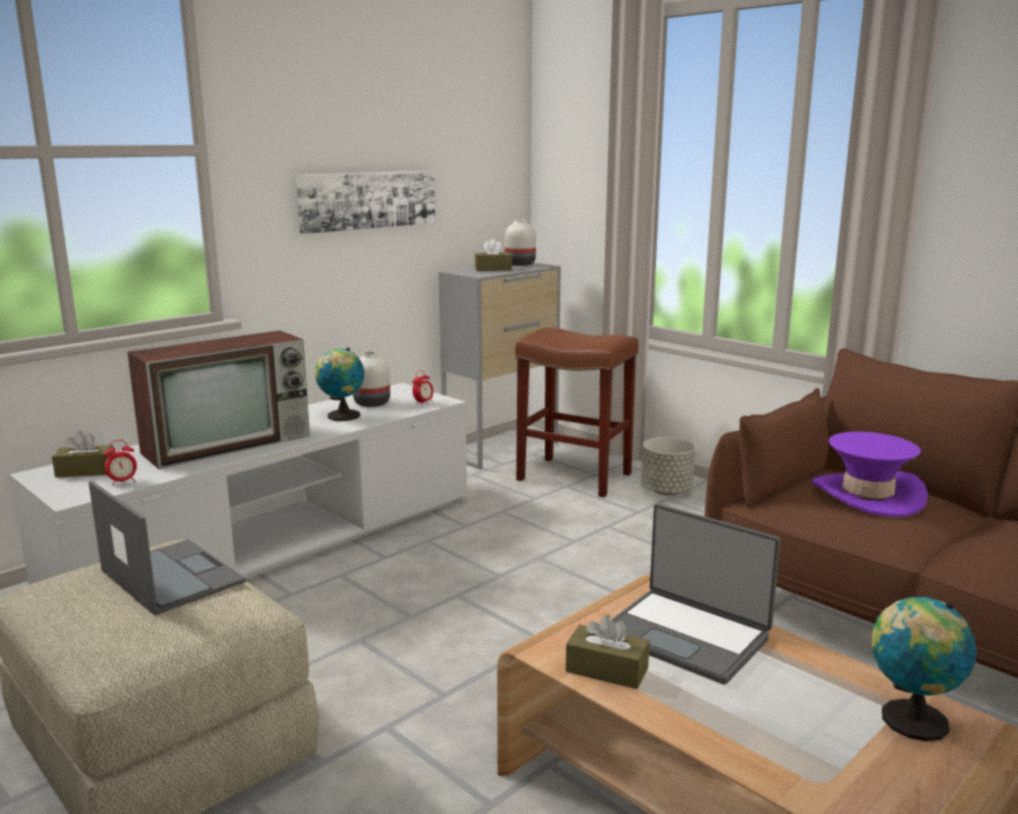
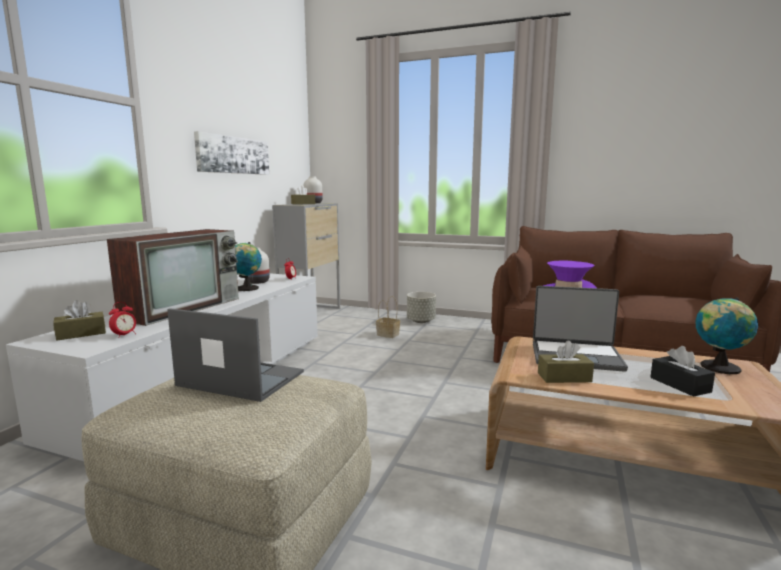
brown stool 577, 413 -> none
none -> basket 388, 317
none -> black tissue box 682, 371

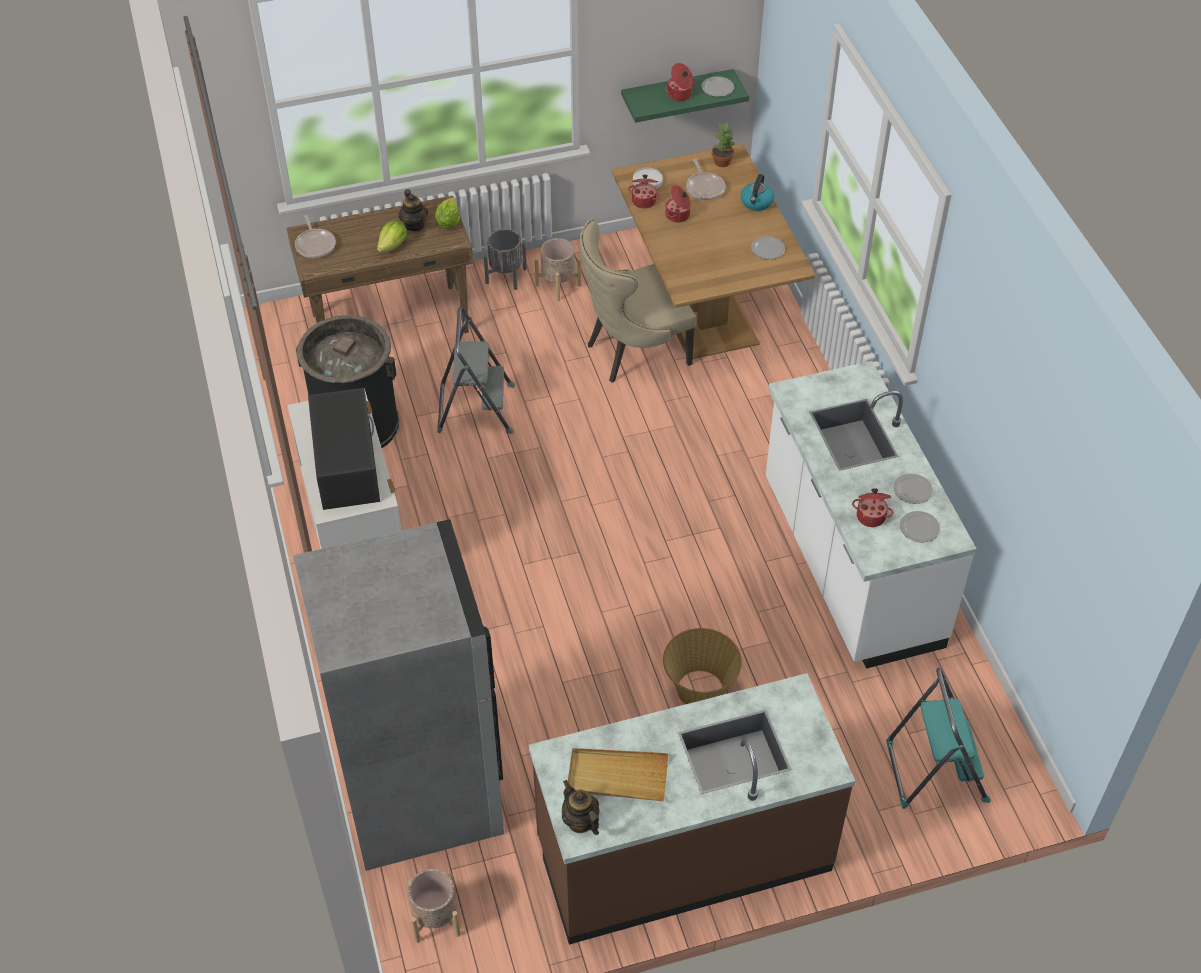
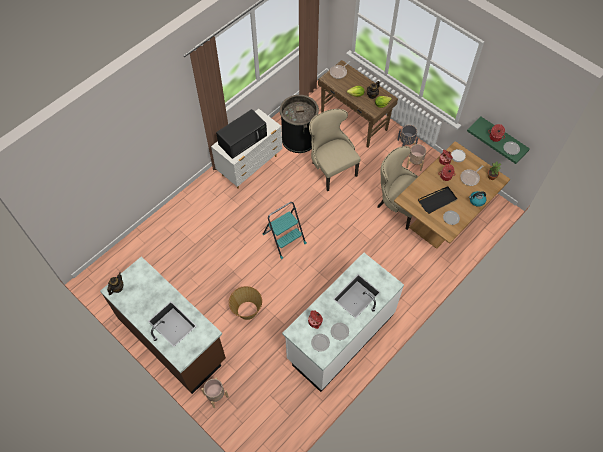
grey fridge 398, 695 -> none
beige planter 433, 906 -> beige planter 215, 392, relocated
grey step ladder 476, 370 -> beige chair 335, 150
beige tray 618, 775 -> none
turquoise step ladder 938, 738 -> turquoise step ladder 284, 230, relocated
none -> black tray 438, 200

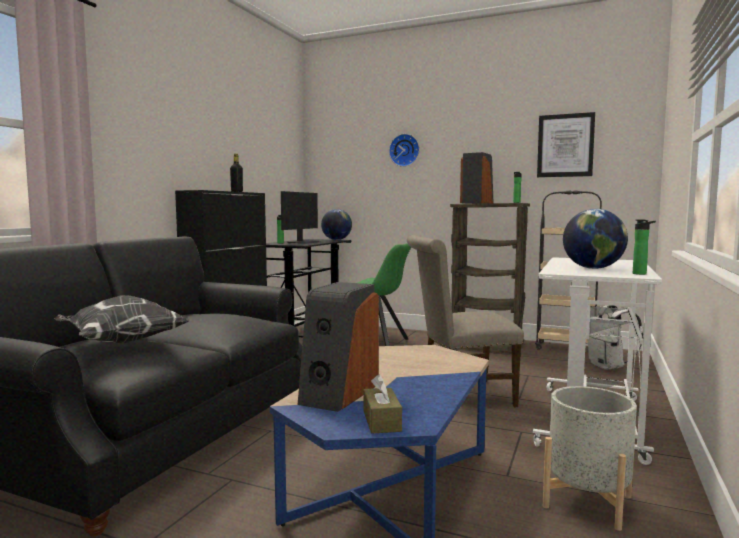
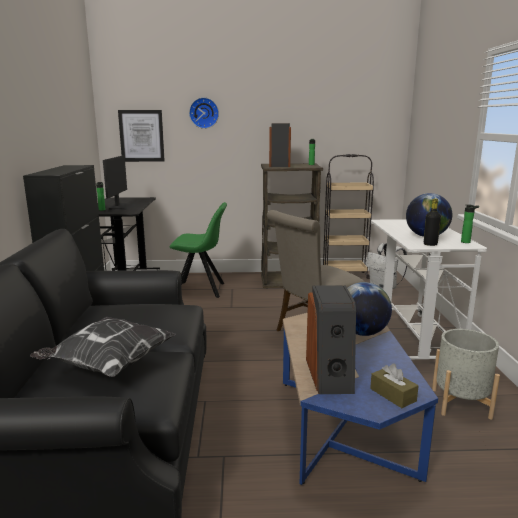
black bottle 236, 173 -> black bottle 432, 222, relocated
globe 336, 224 -> globe 369, 309, relocated
picture 566, 144 -> picture 141, 136, relocated

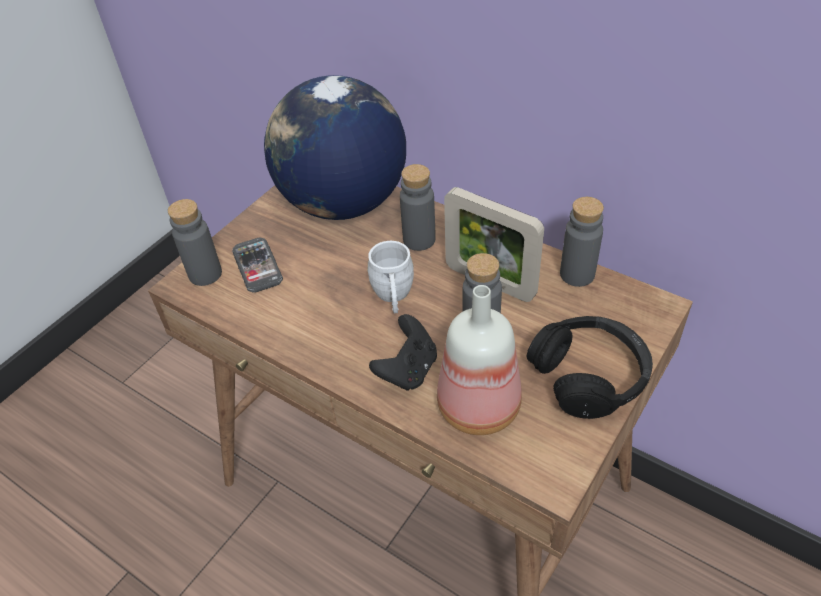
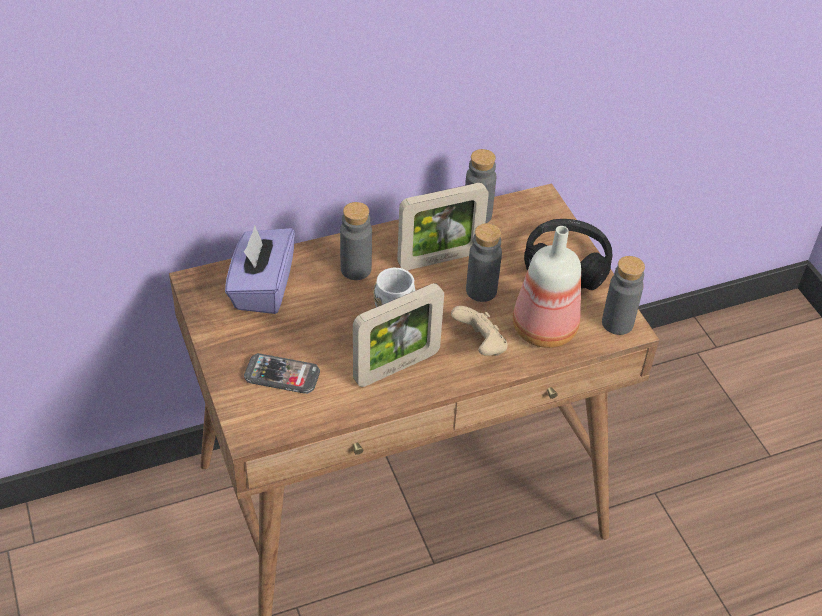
grey bottle 195, 242 -> grey bottle 623, 295, relocated
globe 335, 147 -> purple tissue box 260, 270
black game controller 403, 352 -> beige game controller 479, 331
none -> picture frame 398, 335

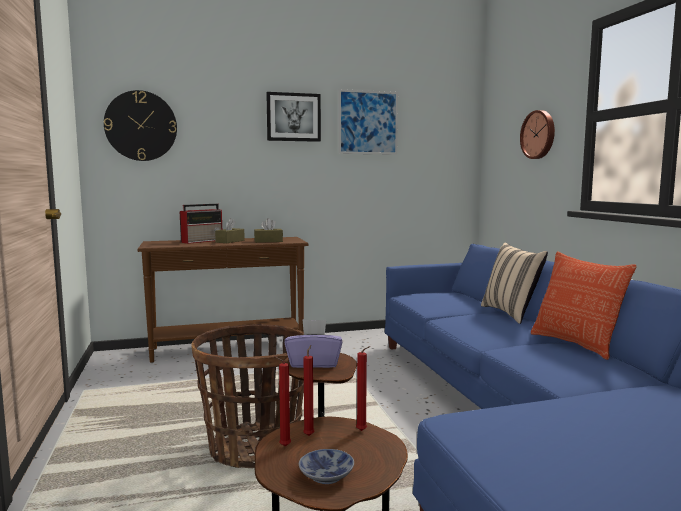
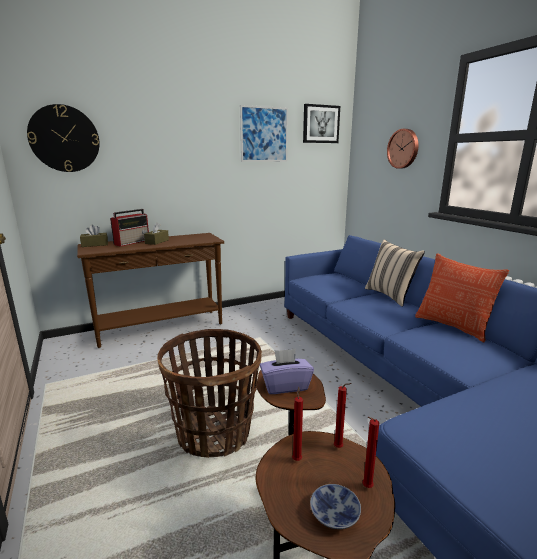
brown tissue box 268, 230 -> brown tissue box 94, 236, relocated
picture 293, 117 -> picture 321, 123, relocated
red candle 282, 401 -> red candle 370, 452, relocated

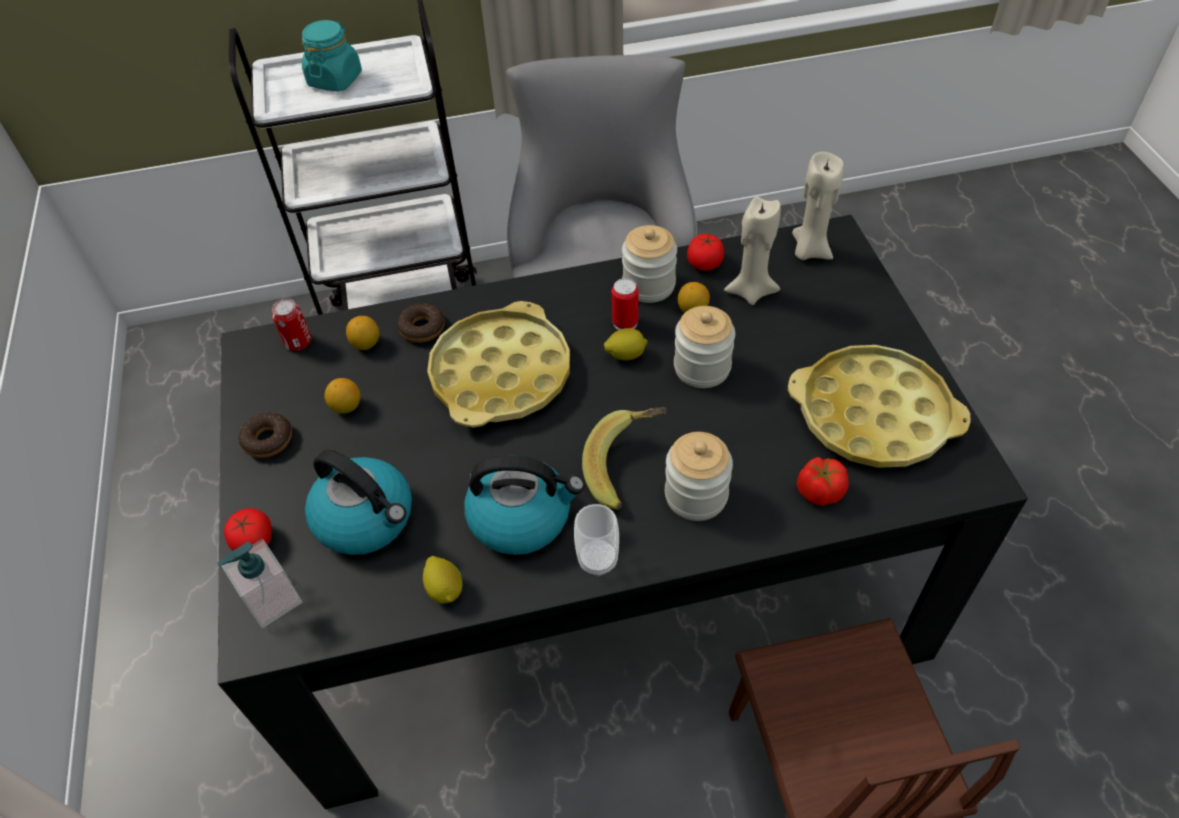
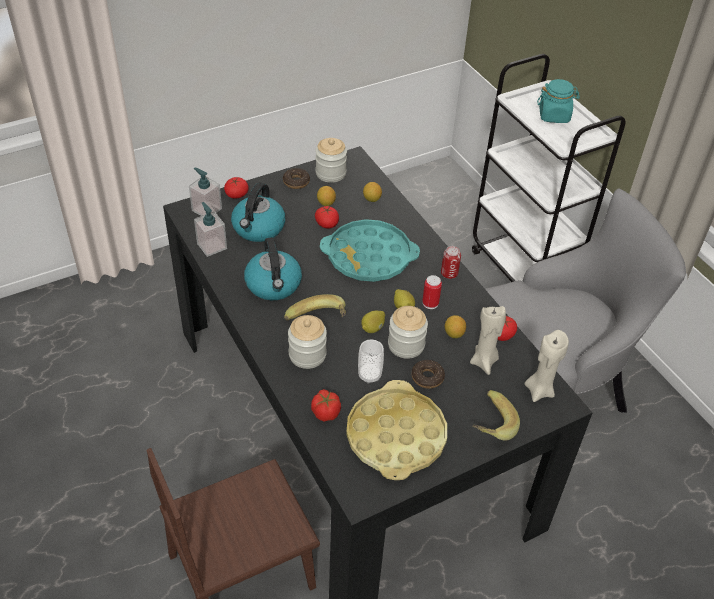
can 291, 325 -> can 451, 262, relocated
donut 421, 323 -> donut 428, 374, relocated
lemon 442, 579 -> lemon 373, 322, relocated
yellow tray 498, 364 -> turquoise tray 370, 250
cup 596, 540 -> cup 371, 362, relocated
jar 649, 264 -> jar 331, 160, relocated
none -> soap dispenser 210, 229
none -> tomato 327, 217
none -> banana 496, 415

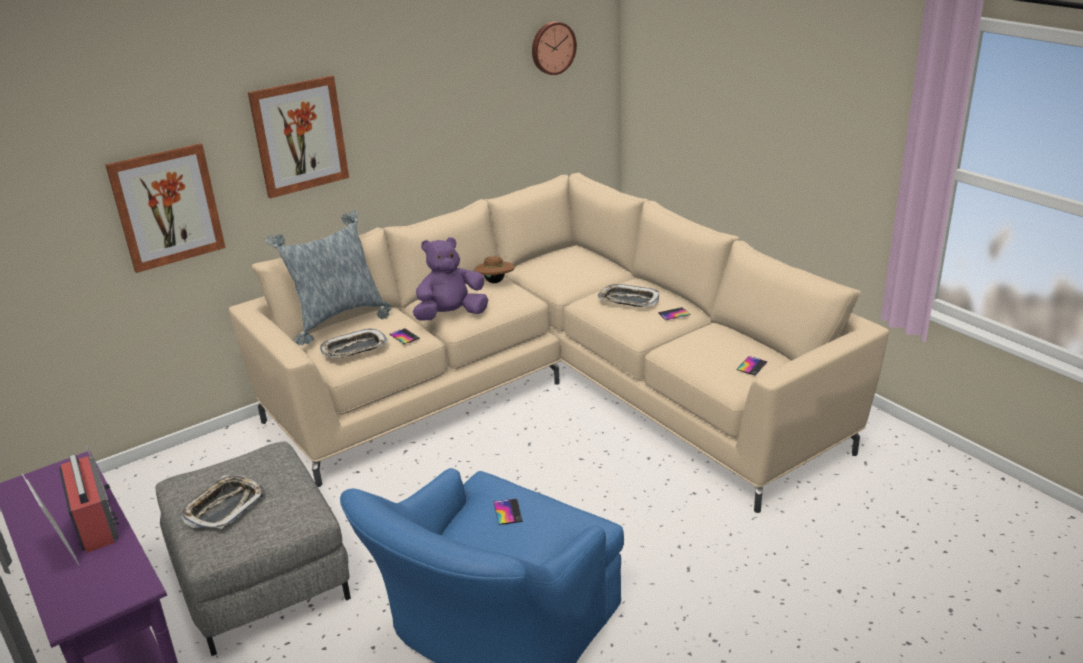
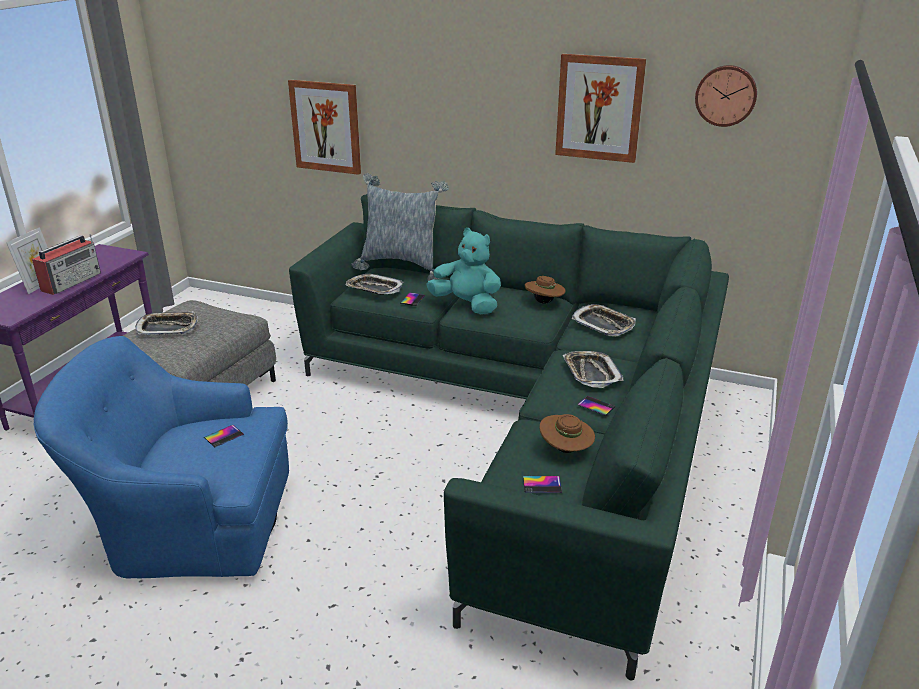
beige sofa 559, 343 -> green sofa 509, 437
picture 298, 136 -> picture 600, 108, relocated
purple plush toy 450, 279 -> turquoise plush toy 464, 271
none -> brown hat 567, 433
none -> tray 604, 320

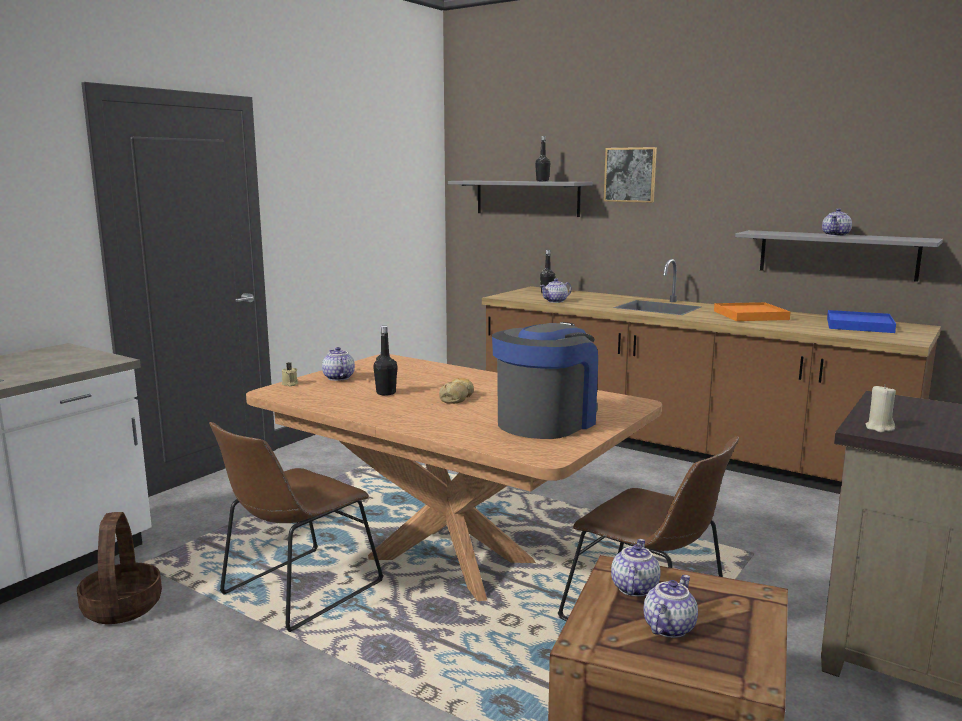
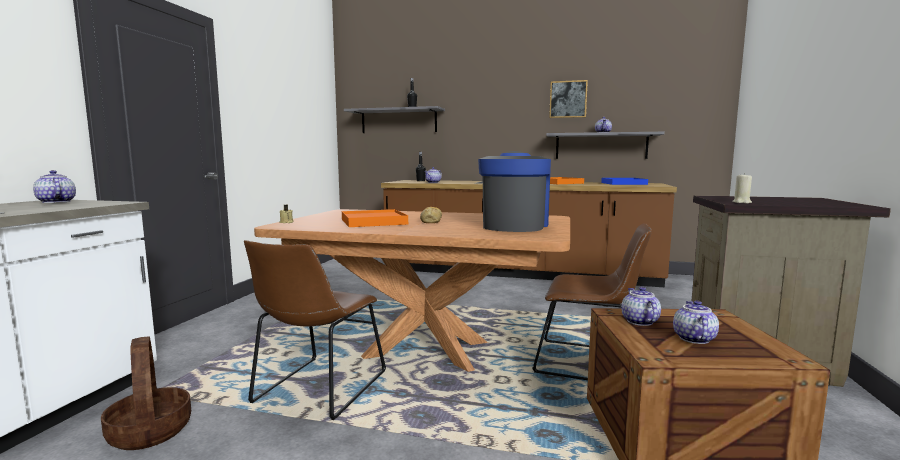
teapot 338, 364 -> teapot 54, 186, relocated
black bottle 385, 361 -> orange tray 375, 218
picture 630, 175 -> picture 568, 99, relocated

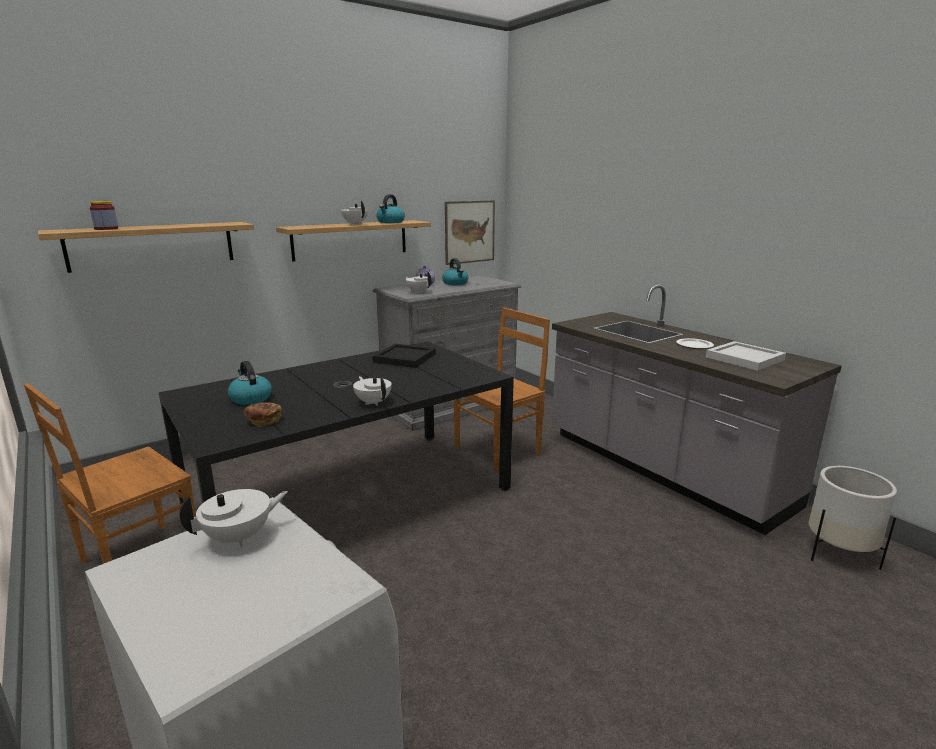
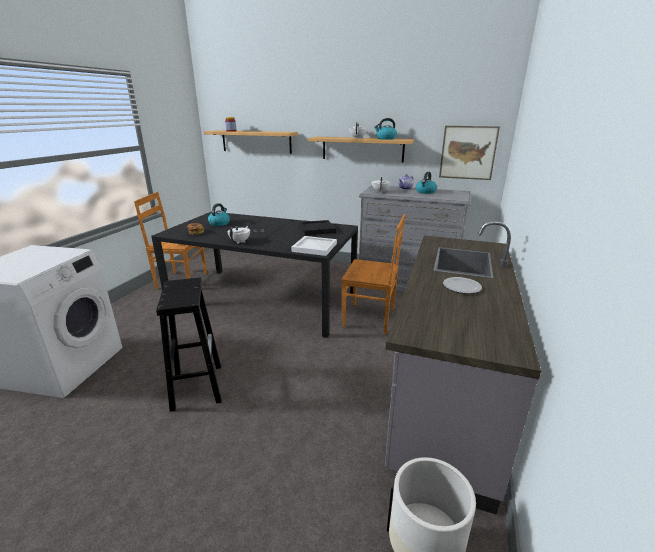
white teapot 233, 518 -> none
white tray 746, 356 -> white tray 314, 246, relocated
none -> black stool 188, 345

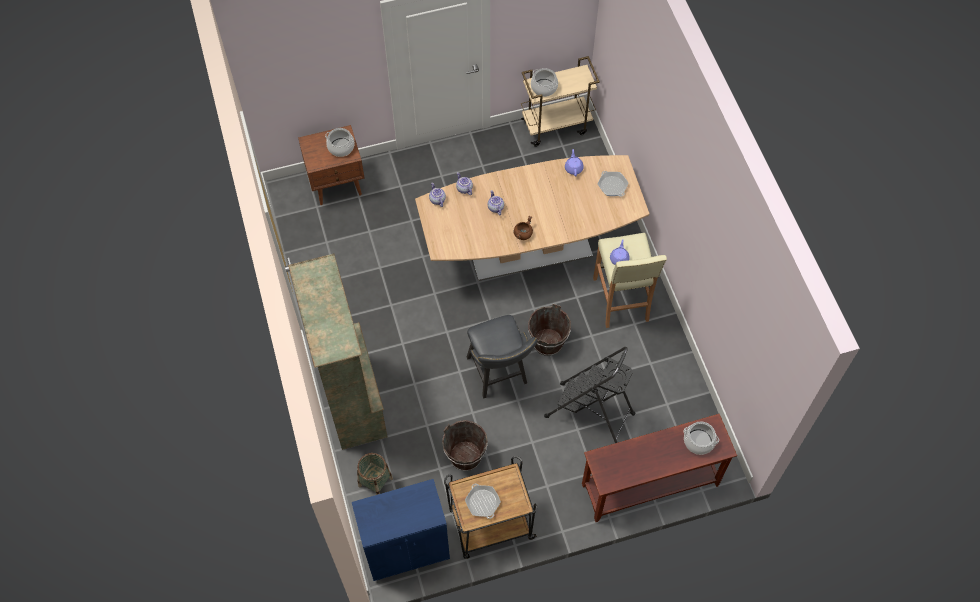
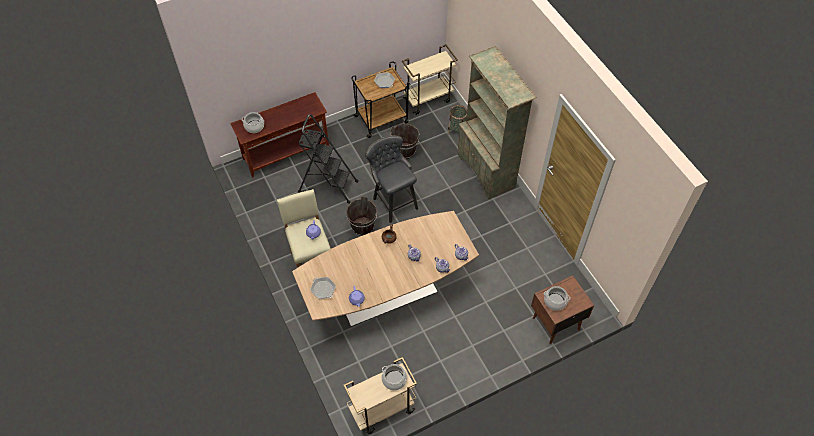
blue cabinet 401, 530 -> beige cart 430, 79

